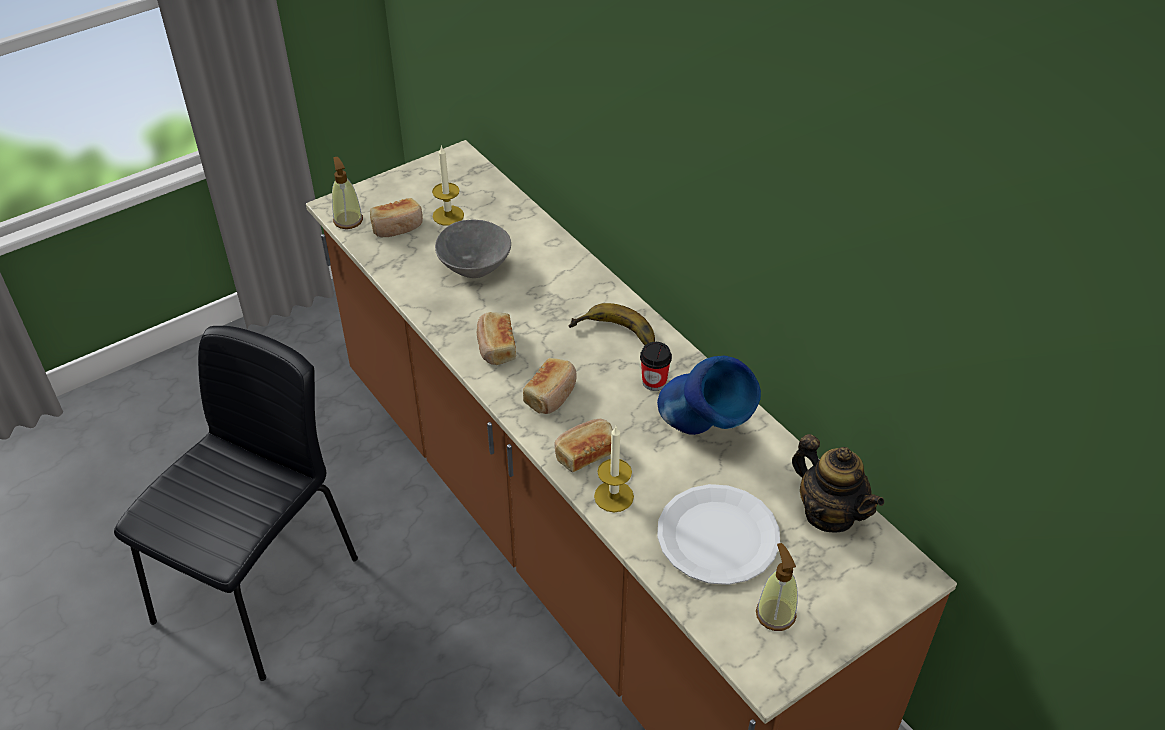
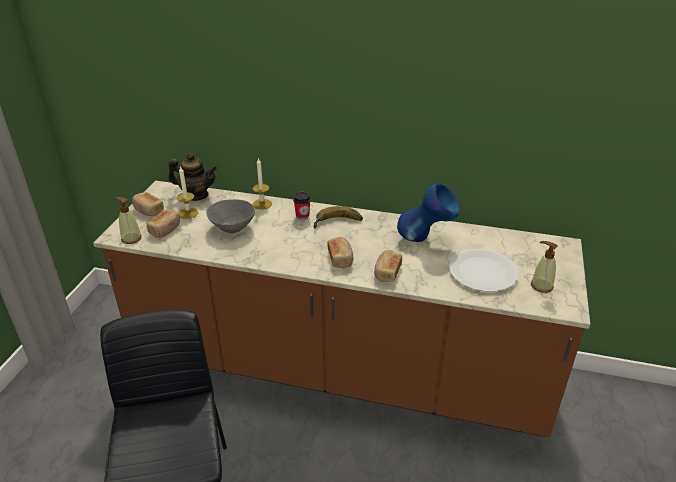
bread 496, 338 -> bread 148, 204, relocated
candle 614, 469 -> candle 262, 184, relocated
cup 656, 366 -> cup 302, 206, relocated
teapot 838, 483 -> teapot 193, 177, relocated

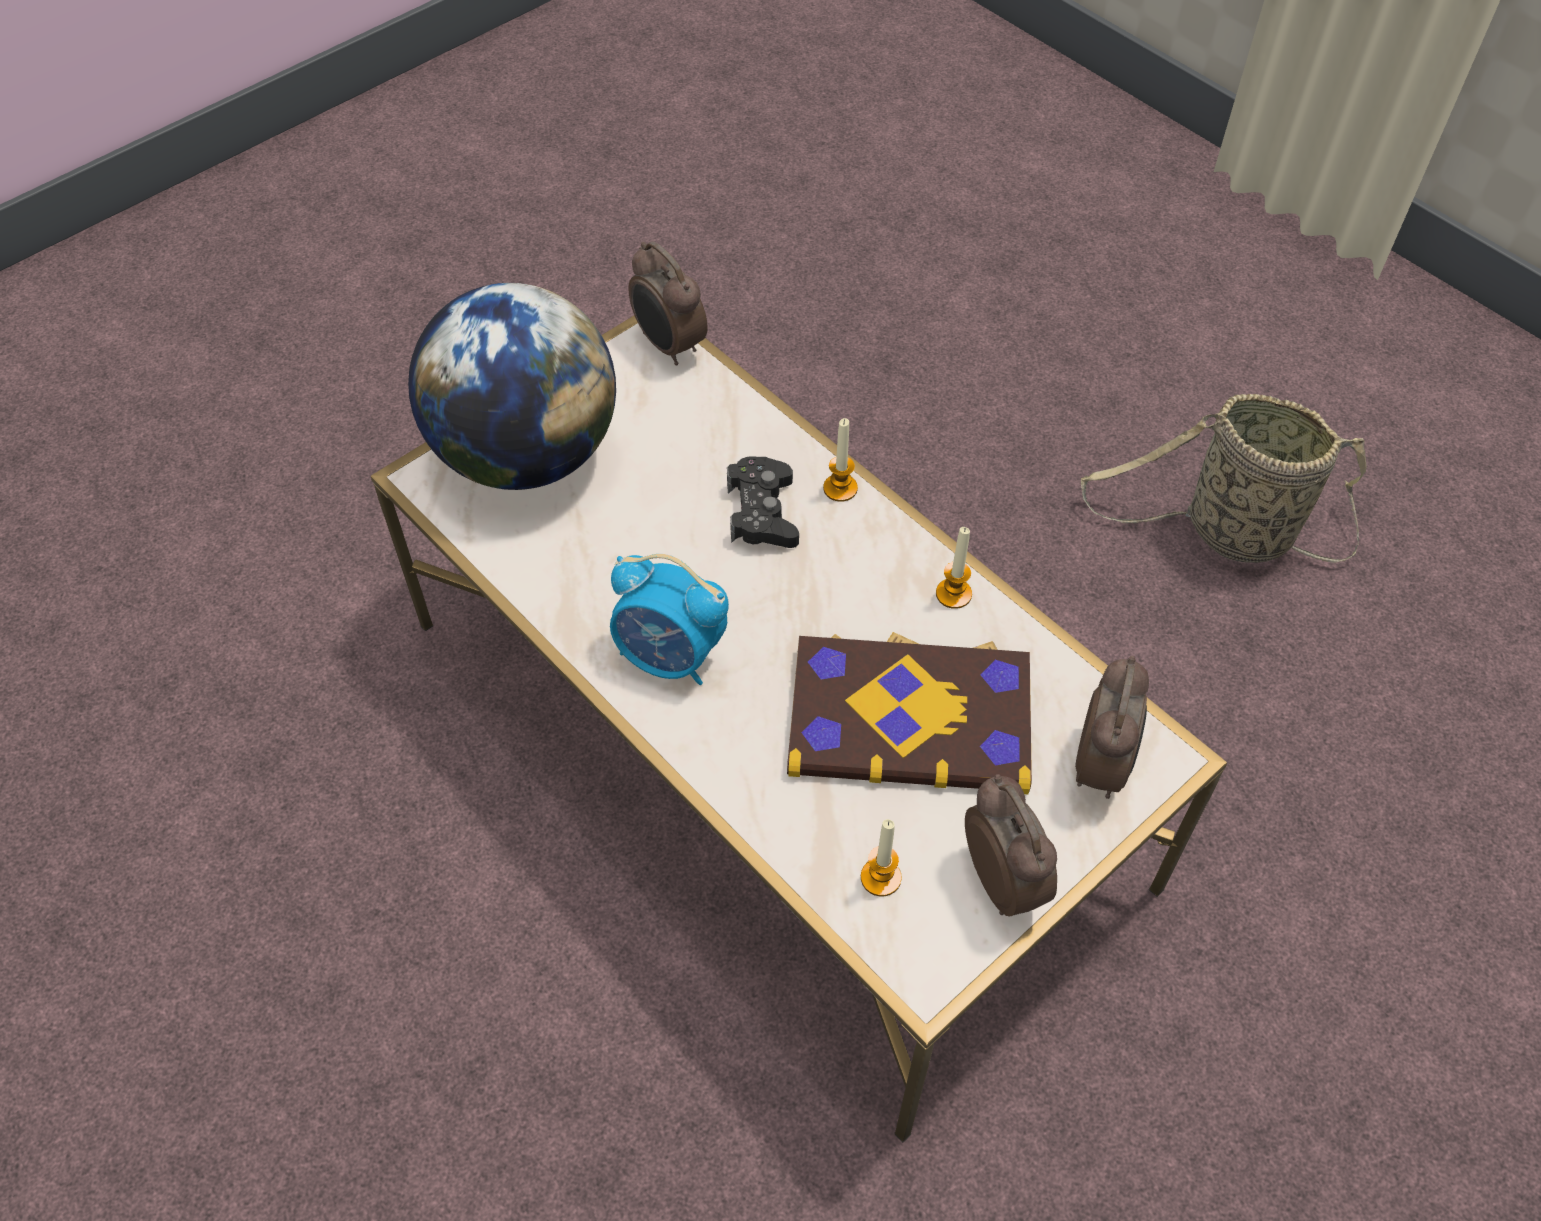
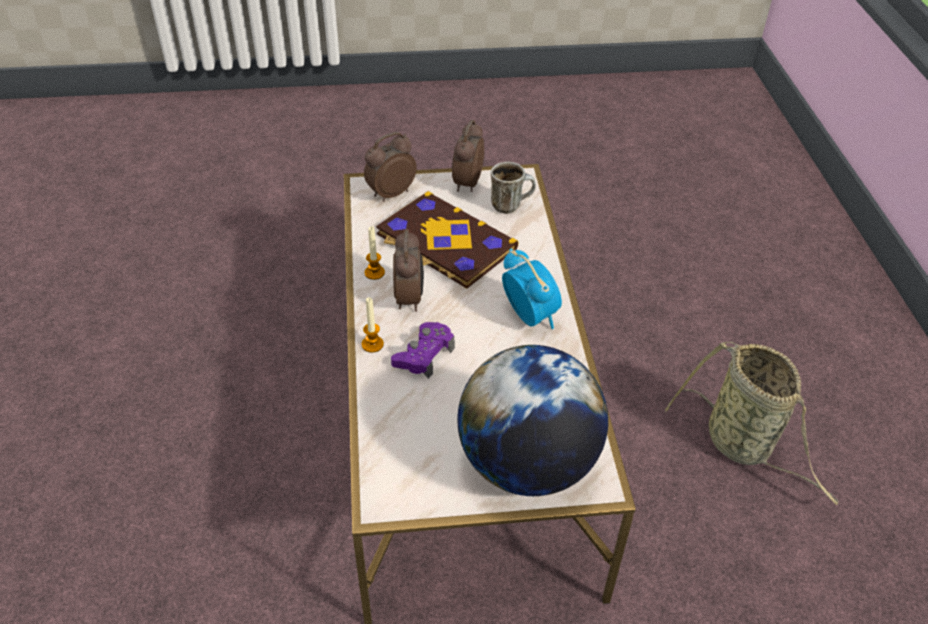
alarm clock 668, 303 -> alarm clock 408, 270, relocated
black game controller 763, 502 -> purple game controller 423, 350
candle 881, 857 -> mug 513, 188
basket 1223, 478 -> basket 751, 423, relocated

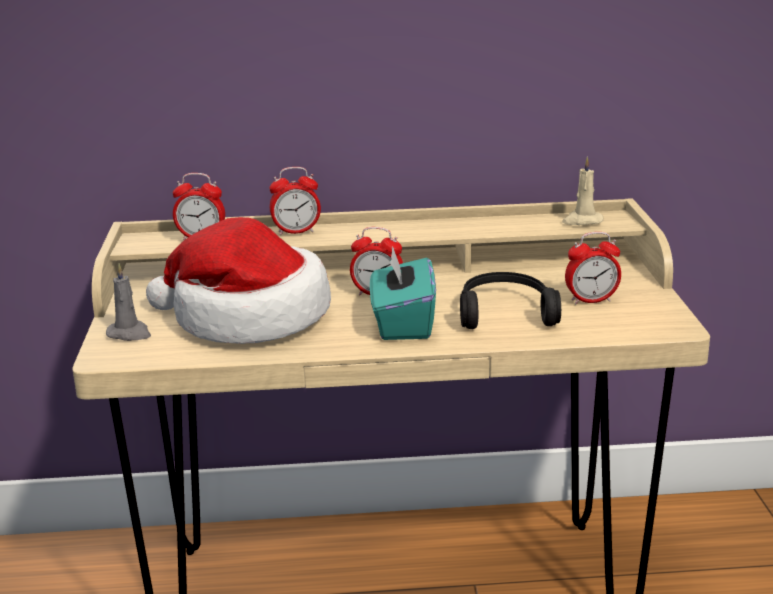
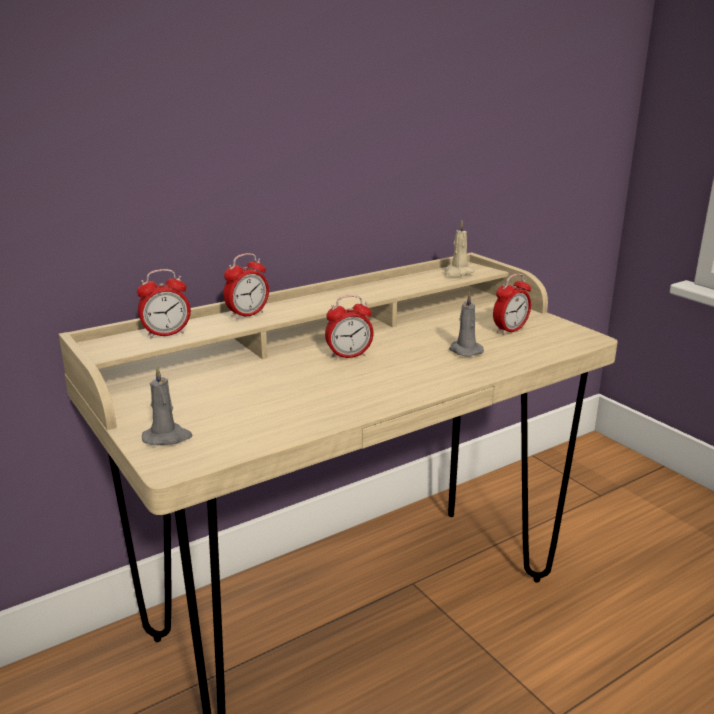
hat 238, 280 -> none
turquoise tissue box 403, 293 -> none
black headphones 510, 300 -> grey candle 466, 324

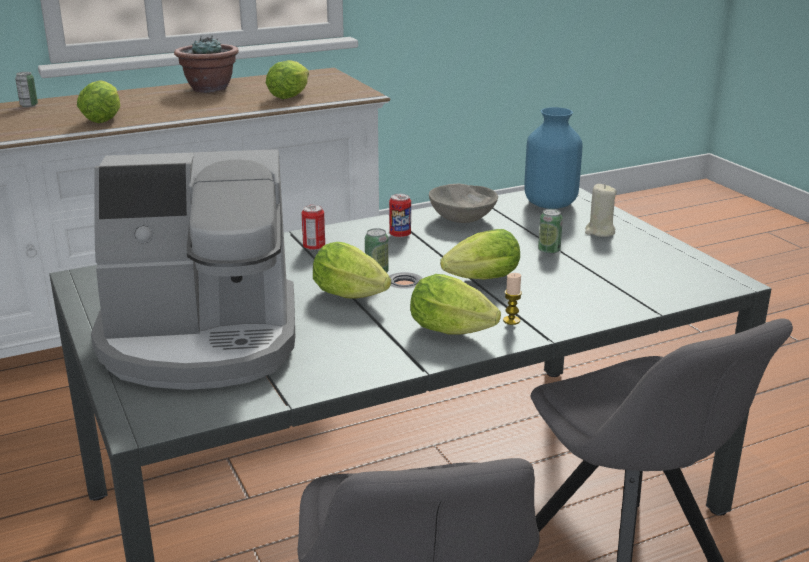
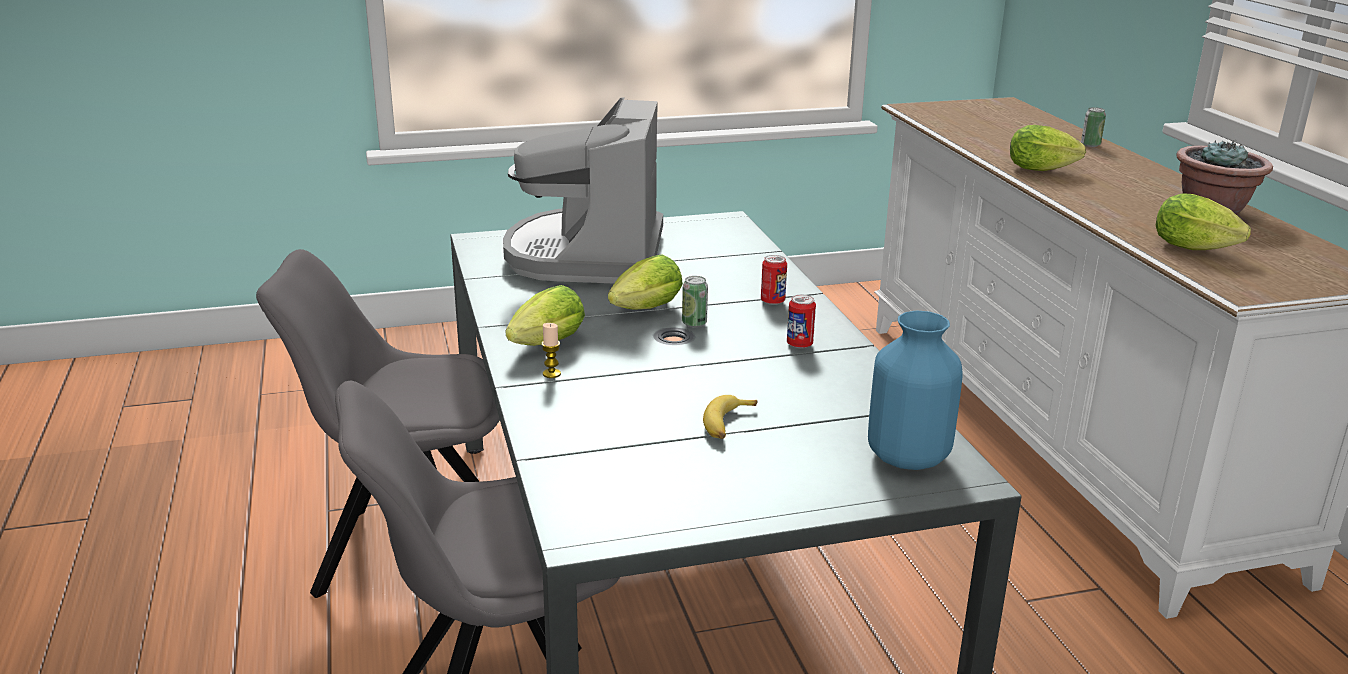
grey bowl 463, 203 -> none
lettuce 480, 254 -> none
can 550, 231 -> banana 730, 417
beige candle 601, 210 -> none

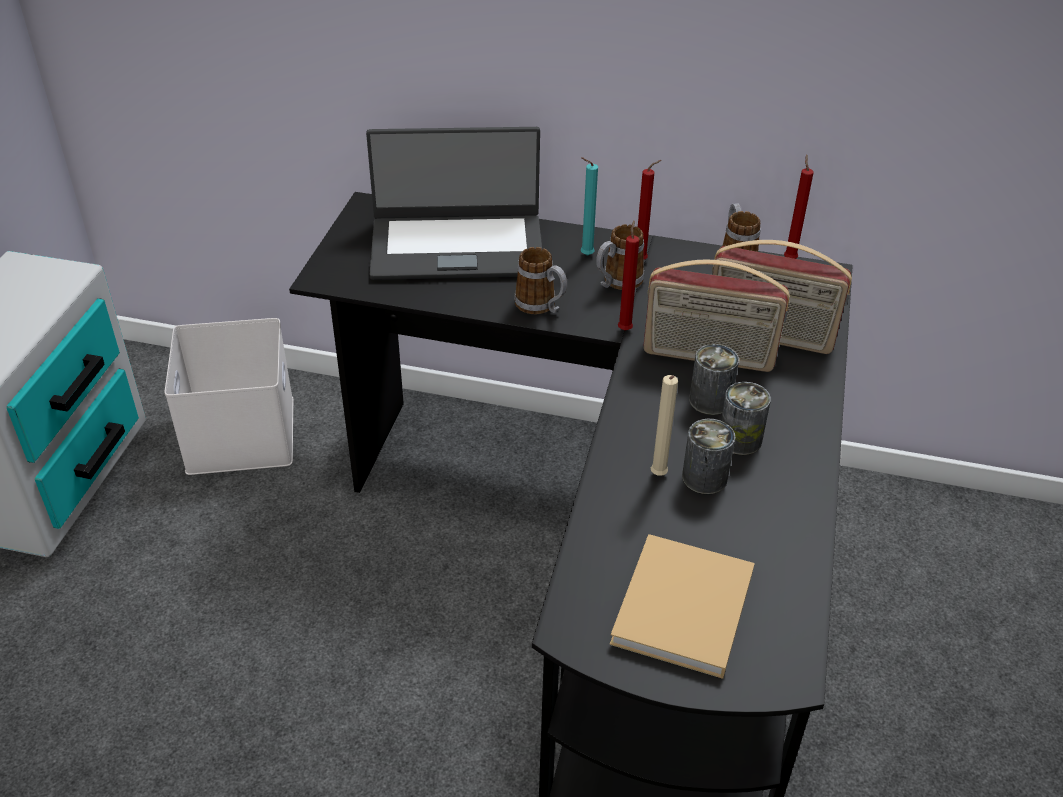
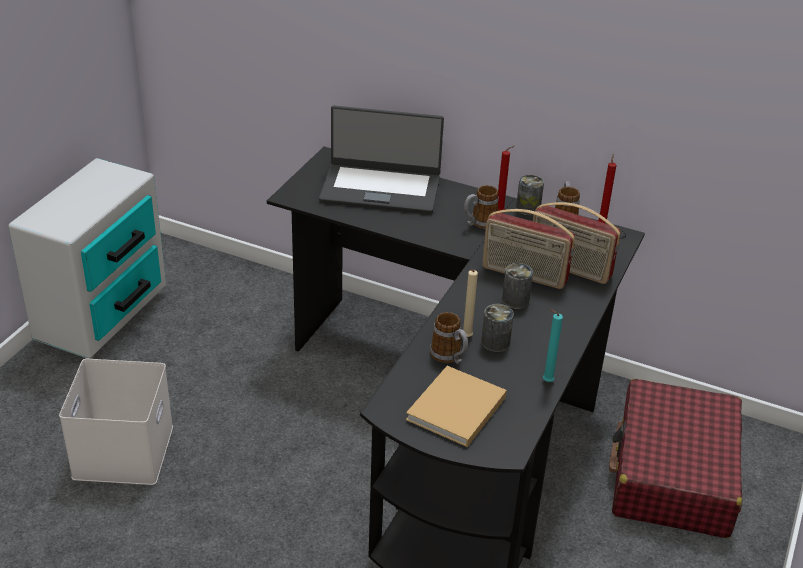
white storage box 229, 396 -> white storage box 116, 422, relocated
mug 540, 280 -> mug 449, 338, relocated
turquoise candle 589, 206 -> turquoise candle 553, 345, relocated
red candle 628, 275 -> none
can 746, 418 -> can 530, 195, relocated
none -> red suitcase 675, 458

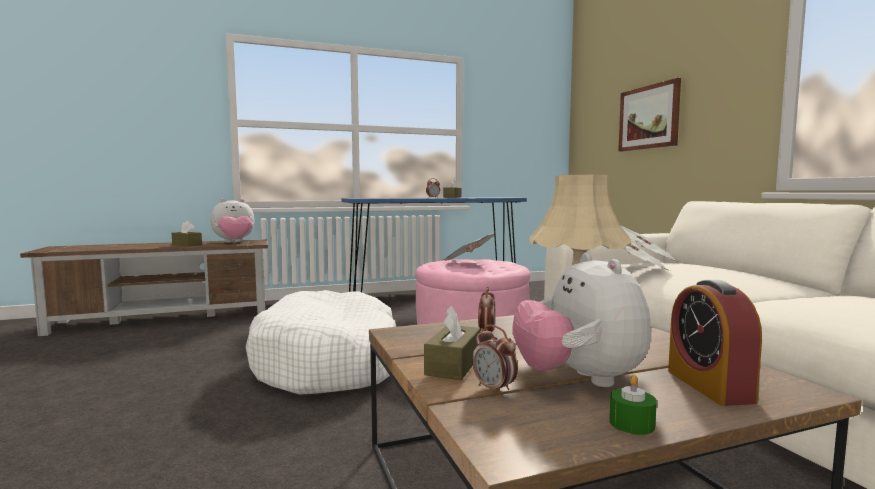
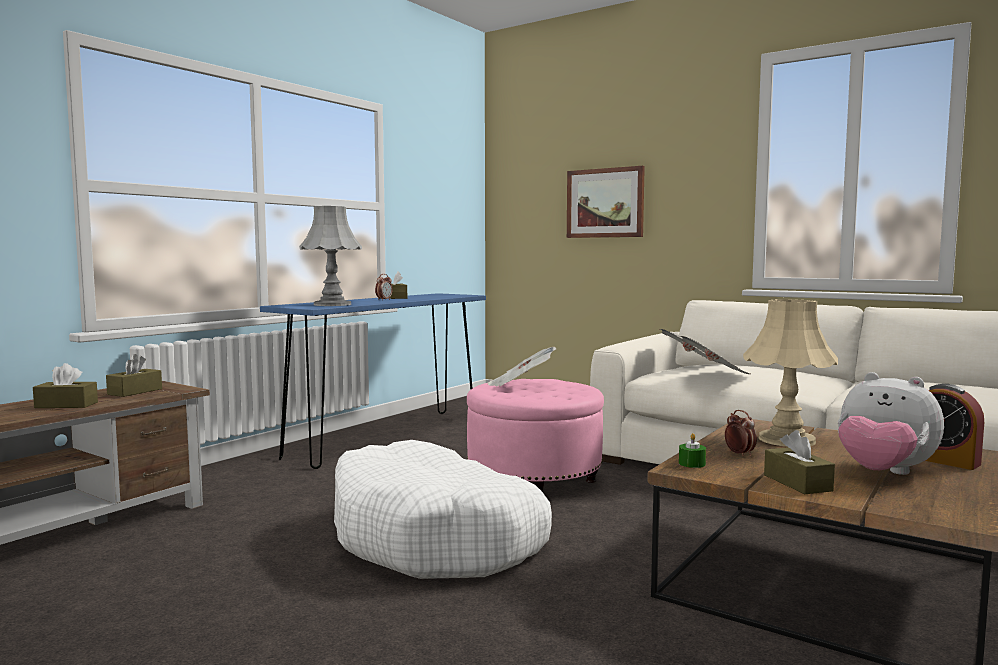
plush toy 232, 221 -> brown tissue box 134, 375
alarm clock 495, 360 -> none
green candle 633, 405 -> green candle 692, 450, relocated
none -> grey table lamp 330, 256

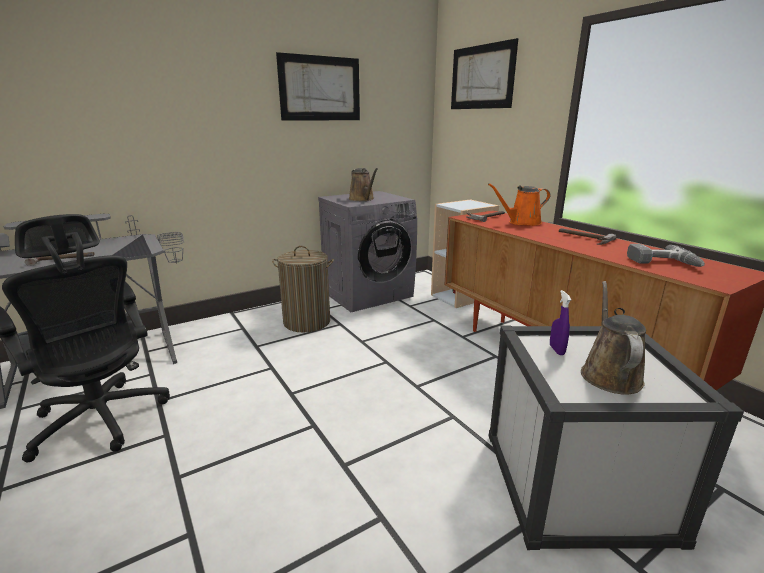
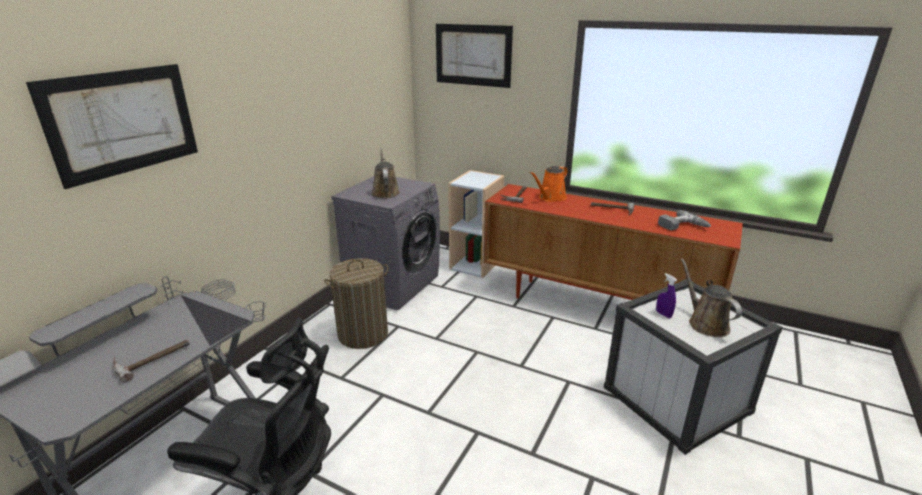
picture 318, 86 -> picture 112, 126, relocated
brown watering can 363, 184 -> brown watering can 386, 173, 135 degrees counterclockwise

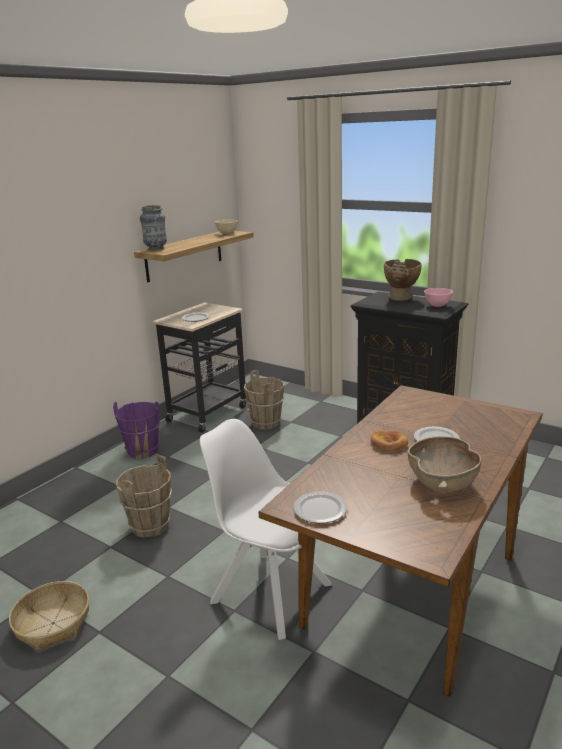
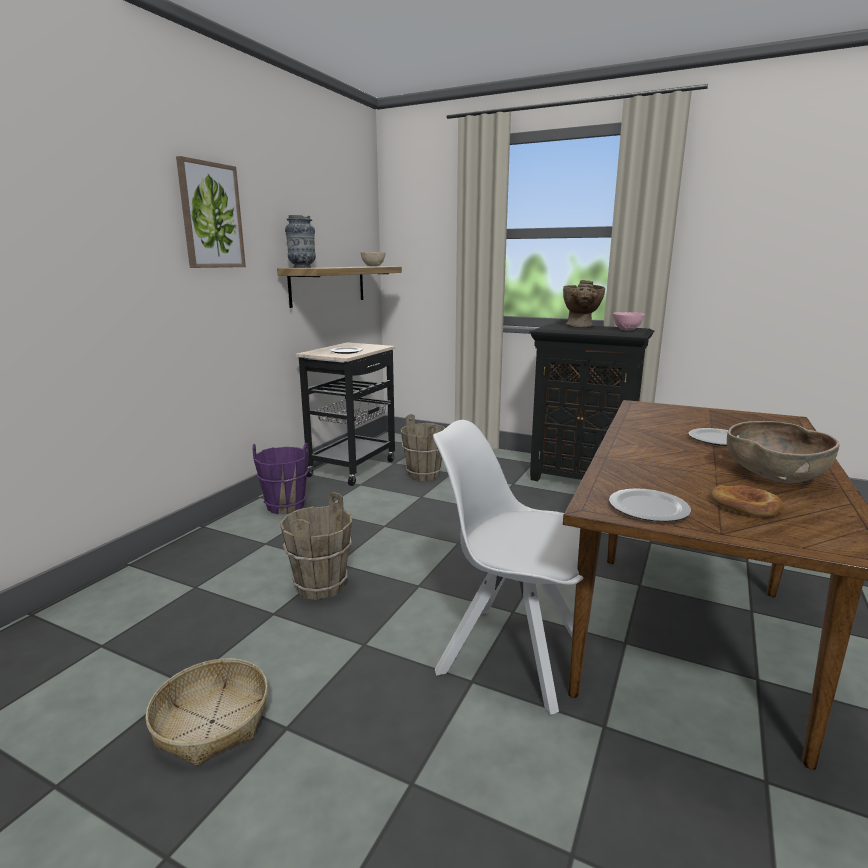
bread 389, 440 -> bread 748, 500, relocated
none -> picture 211, 212

